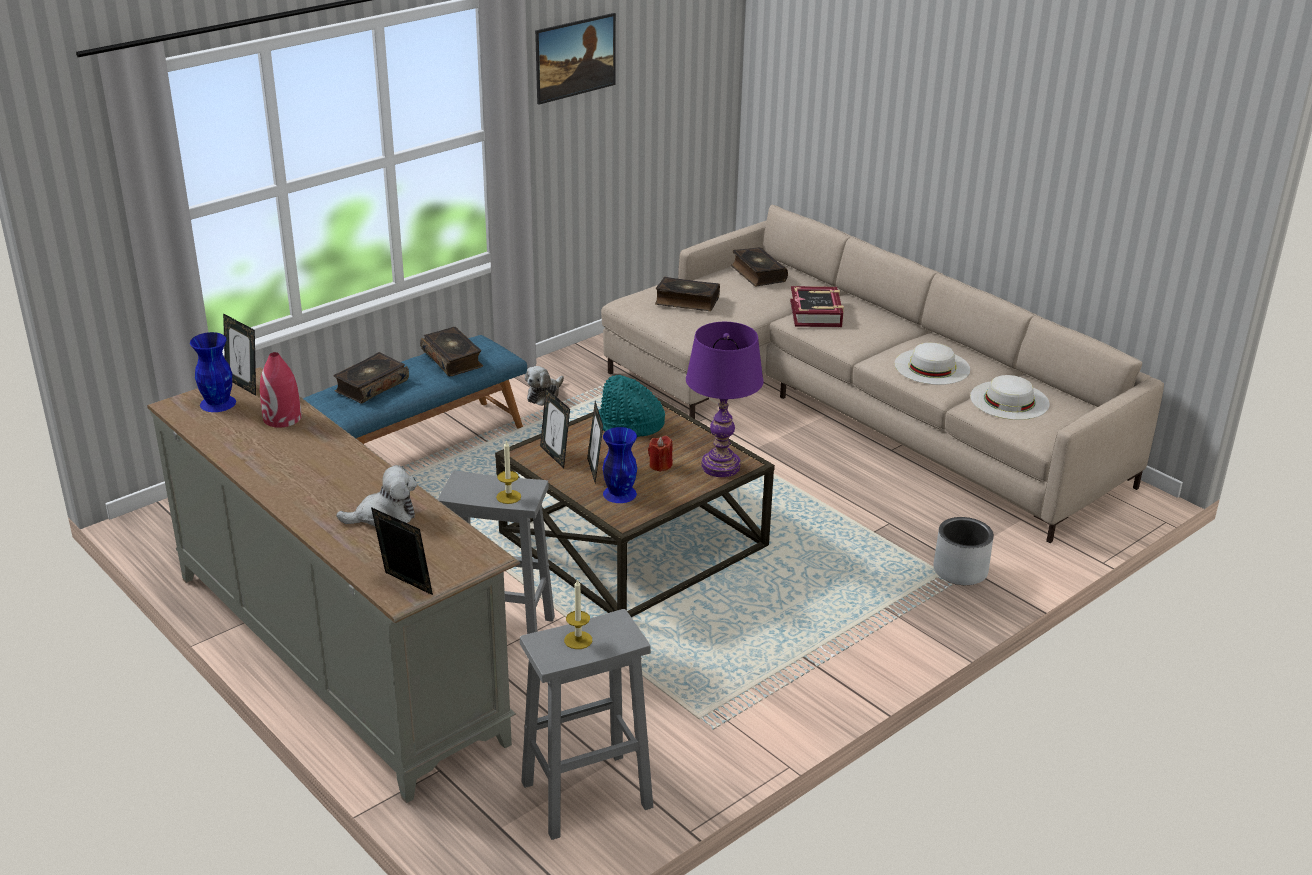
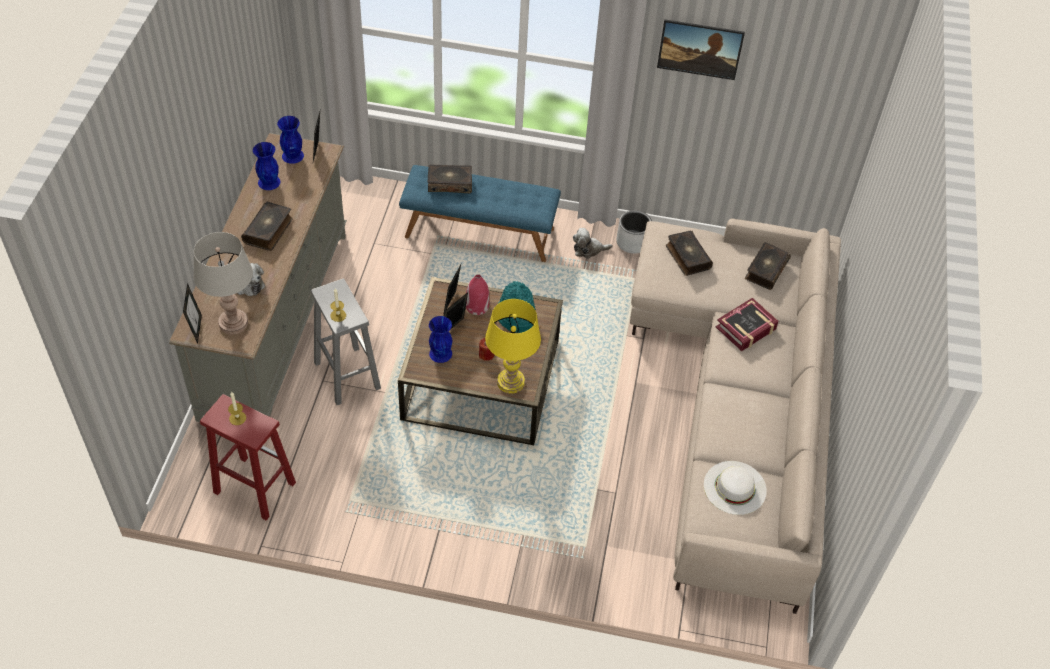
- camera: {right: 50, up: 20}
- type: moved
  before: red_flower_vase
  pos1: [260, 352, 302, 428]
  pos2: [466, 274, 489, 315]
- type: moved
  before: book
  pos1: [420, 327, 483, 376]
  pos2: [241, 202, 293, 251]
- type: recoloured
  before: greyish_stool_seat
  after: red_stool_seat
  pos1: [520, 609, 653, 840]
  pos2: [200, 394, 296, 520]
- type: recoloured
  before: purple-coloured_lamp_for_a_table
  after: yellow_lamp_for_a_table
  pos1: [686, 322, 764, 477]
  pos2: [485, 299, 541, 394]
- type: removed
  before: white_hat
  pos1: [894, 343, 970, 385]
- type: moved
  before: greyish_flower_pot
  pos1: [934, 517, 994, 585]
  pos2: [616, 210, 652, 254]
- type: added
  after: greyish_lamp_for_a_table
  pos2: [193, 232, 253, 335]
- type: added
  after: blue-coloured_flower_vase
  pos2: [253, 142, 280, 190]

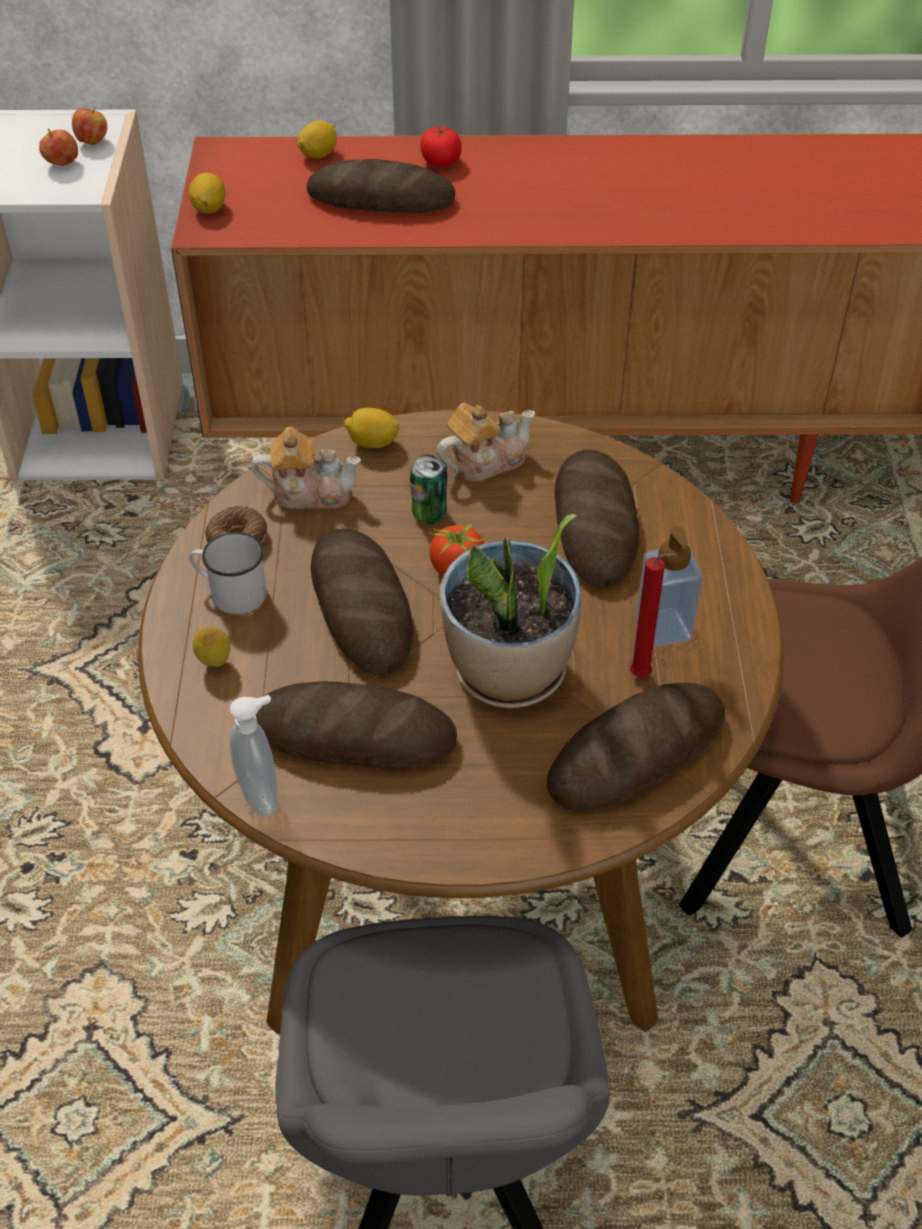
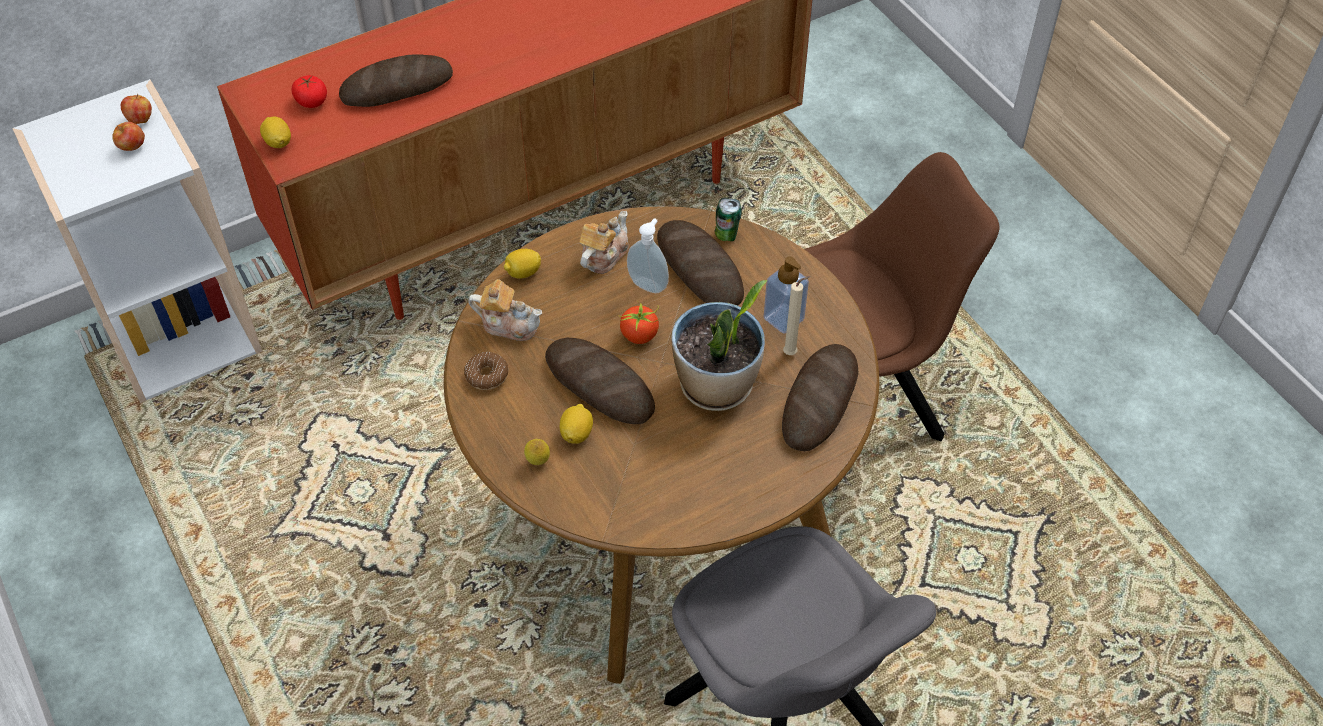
- camera: {right: -30, up: 5}
- type: removed
  before: white_tea_mug
  pos1: [190, 532, 267, 614]
- type: moved
  before: soap_dispenser
  pos1: [229, 695, 278, 816]
  pos2: [627, 218, 669, 293]
- type: turned
  before: tea_pot
  pos1: [251, 427, 361, 509]
  pos2: [468, 279, 542, 341]
  turn: 45
- type: removed
  before: bakery_bread
  pos1: [256, 681, 457, 769]
- type: moved
  before: whole_lemon
  pos1: [298, 120, 337, 158]
  pos2: [560, 404, 593, 444]
- type: moved
  before: sealed_can
  pos1: [410, 454, 447, 524]
  pos2: [715, 198, 742, 241]
- type: moved
  before: fresh_tomato
  pos1: [420, 127, 462, 167]
  pos2: [291, 75, 327, 108]
- type: recoloured
  before: red_candle
  after: sand-coloured_candle
  pos1: [630, 553, 677, 677]
  pos2: [783, 276, 811, 355]

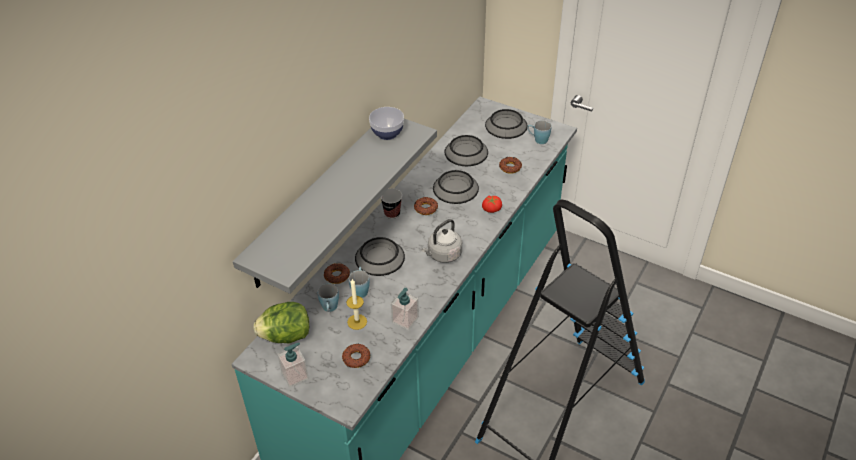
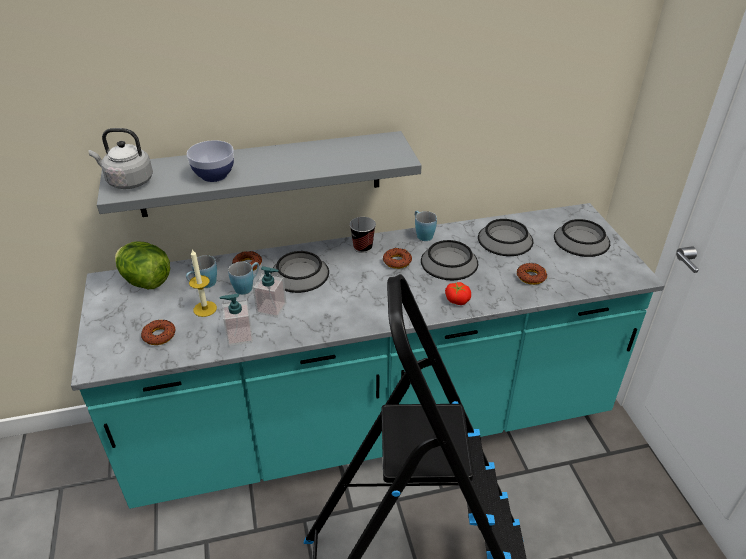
- camera: {right: 45, up: -5}
- type: moved
  before: soap_dispenser
  pos1: [277, 343, 309, 387]
  pos2: [253, 266, 286, 318]
- type: moved
  before: bowl
  pos1: [369, 107, 404, 140]
  pos2: [187, 140, 234, 182]
- type: moved
  before: greyish_kettle
  pos1: [422, 219, 462, 263]
  pos2: [89, 128, 153, 189]
- type: moved
  before: blue-coloured_tea_mug
  pos1: [527, 121, 551, 144]
  pos2: [415, 211, 437, 241]

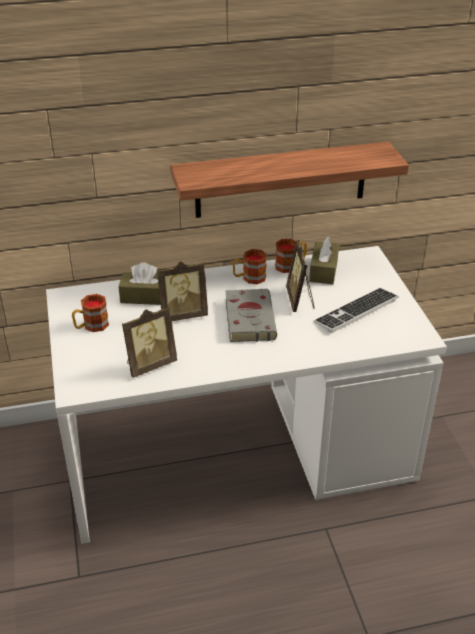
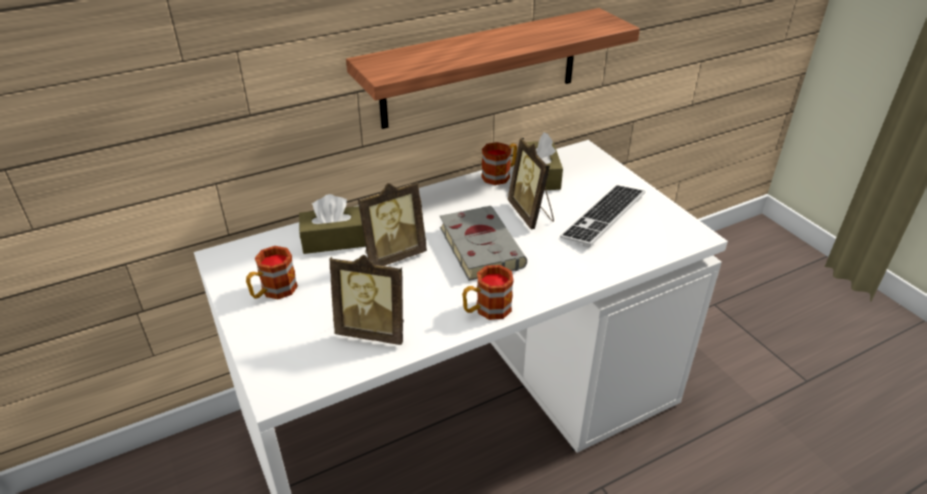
- camera: {right: -15, up: 0}
- type: turned
  before: picture_frame
  pos1: [122, 306, 177, 378]
  pos2: [329, 255, 404, 345]
  turn: 60
- type: moved
  before: tea_mug
  pos1: [232, 249, 267, 284]
  pos2: [462, 265, 514, 320]

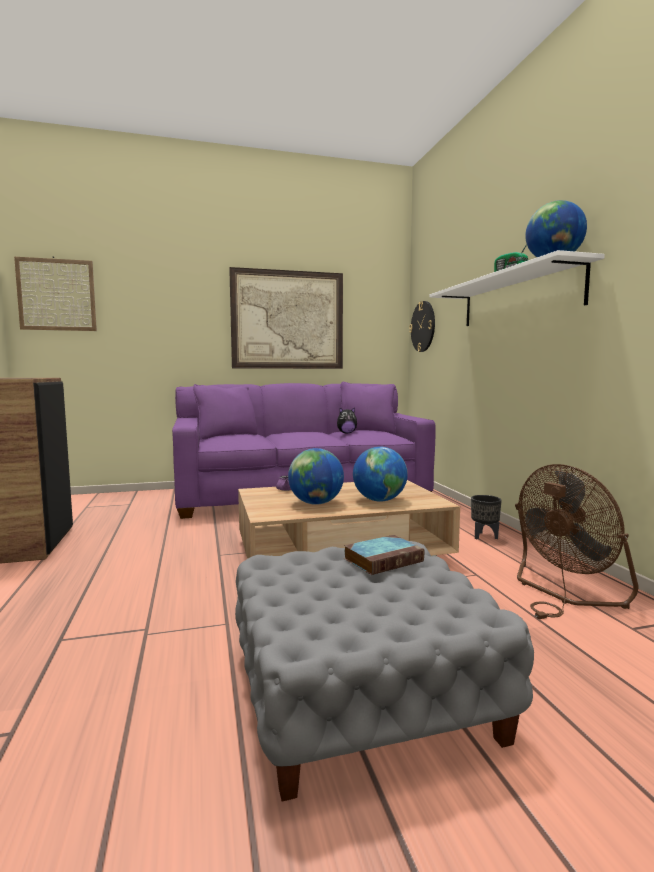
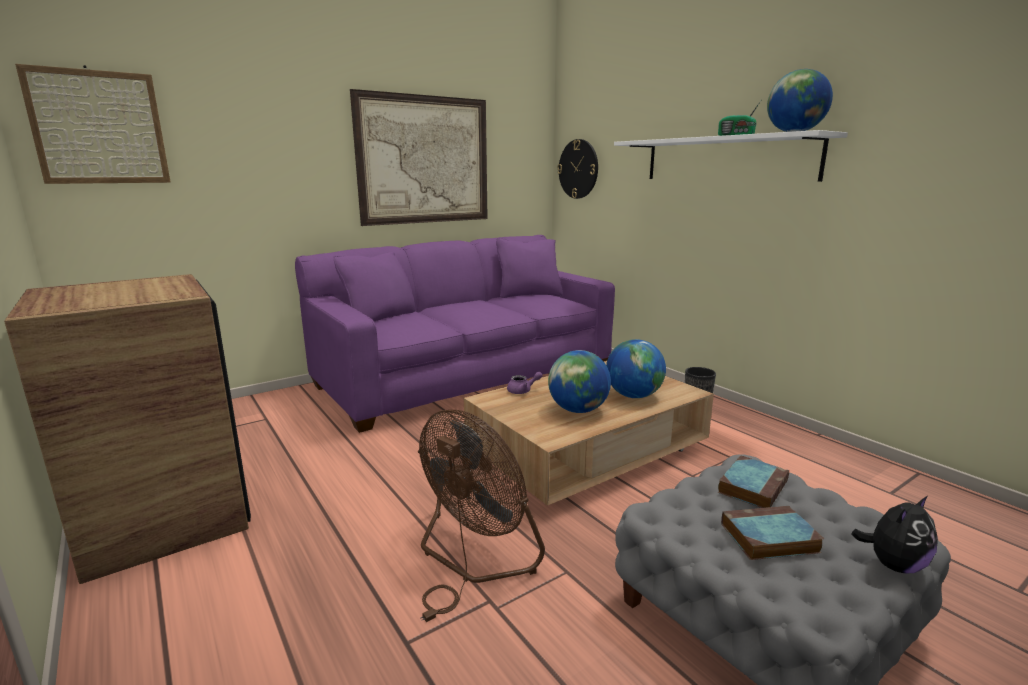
- camera: {right: -20, up: 10}
- type: moved
  before: plush_toy
  pos1: [337, 407, 357, 433]
  pos2: [852, 496, 938, 573]
- type: moved
  before: brownish_fan
  pos1: [515, 464, 639, 619]
  pos2: [418, 410, 545, 622]
- type: added
  after: book
  pos2: [721, 506, 824, 560]

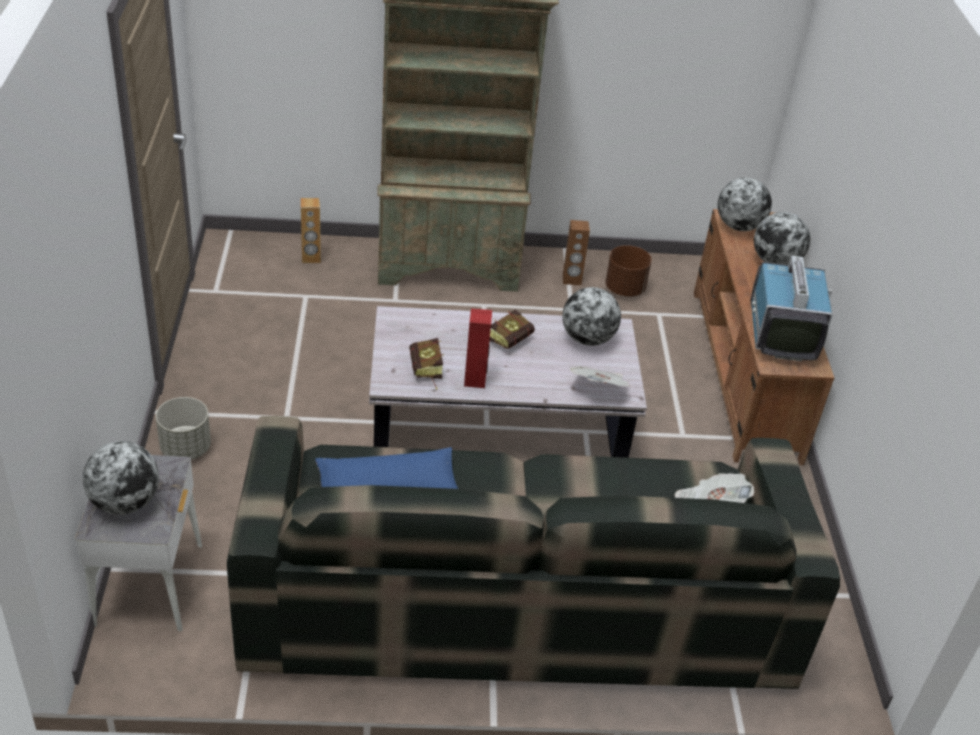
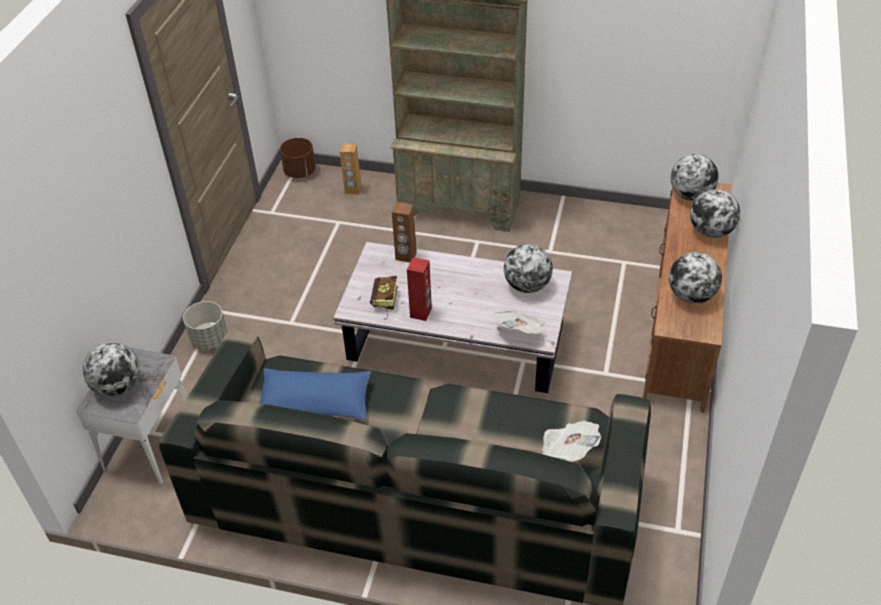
- camera: {right: 20, up: 5}
- type: removed
  before: book
  pos1: [490, 309, 535, 349]
- type: moved
  before: brownish_loudspeaker
  pos1: [563, 220, 590, 285]
  pos2: [392, 202, 417, 262]
- type: moved
  before: brownish_flower_pot
  pos1: [605, 245, 652, 297]
  pos2: [280, 138, 316, 178]
- type: replaced
  before: television
  after: globe
  pos1: [750, 256, 832, 362]
  pos2: [669, 252, 722, 304]

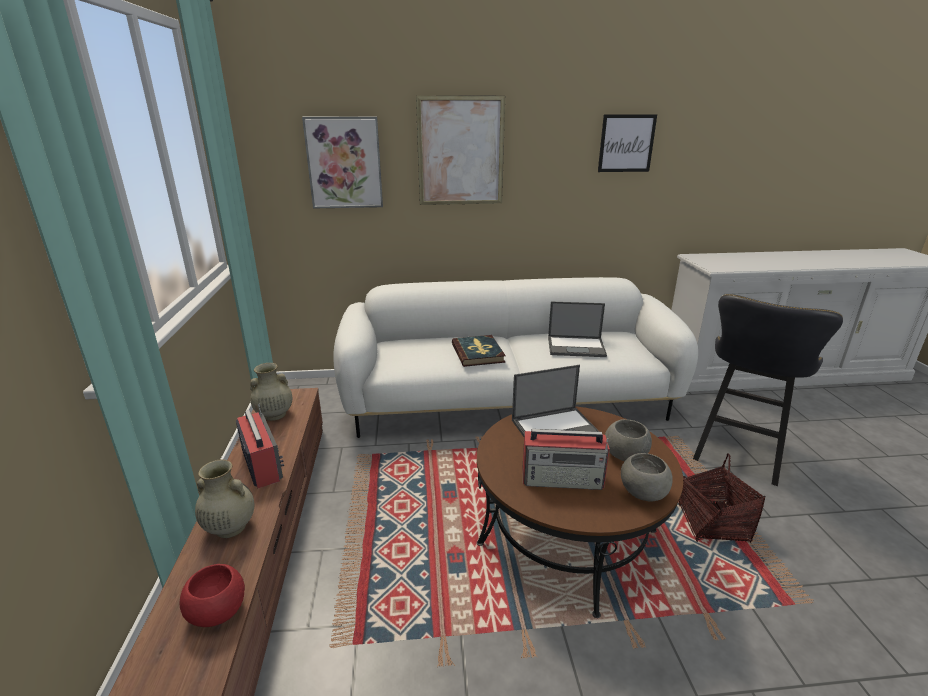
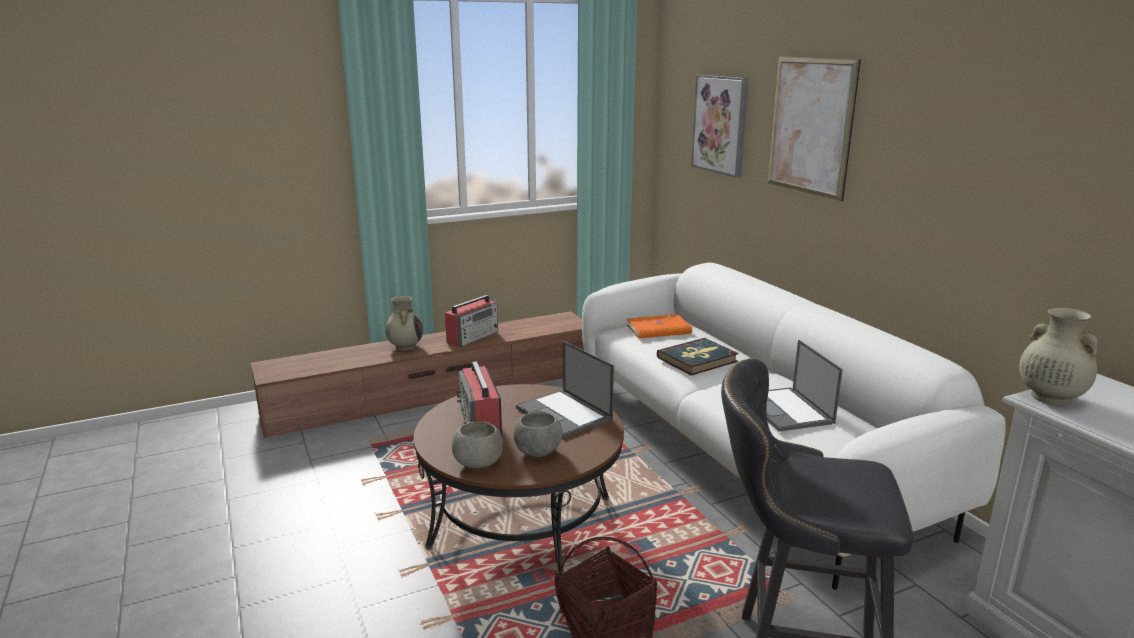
- camera: {right: 70, up: -5}
- type: removed
  before: red_bowl
  pos1: [180, 564, 245, 627]
- type: moved
  before: sand-coloured_flower_vase
  pos1: [250, 363, 292, 421]
  pos2: [1019, 308, 1097, 406]
- type: removed
  before: wall_picture
  pos1: [598, 114, 657, 172]
- type: added
  after: orange_book
  pos2: [627, 314, 692, 338]

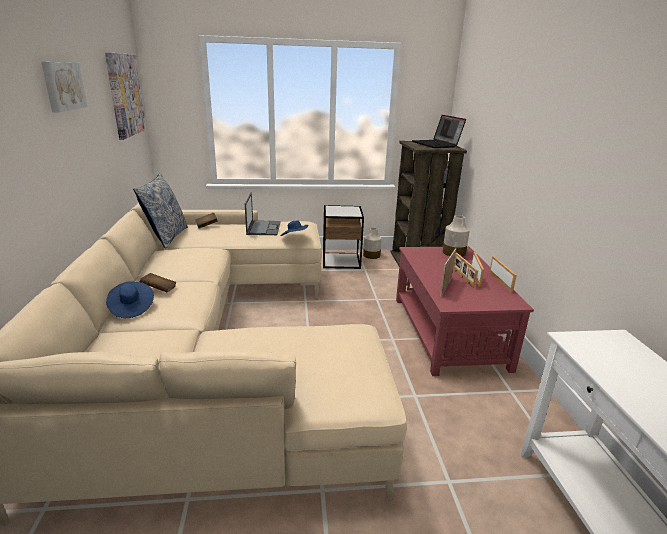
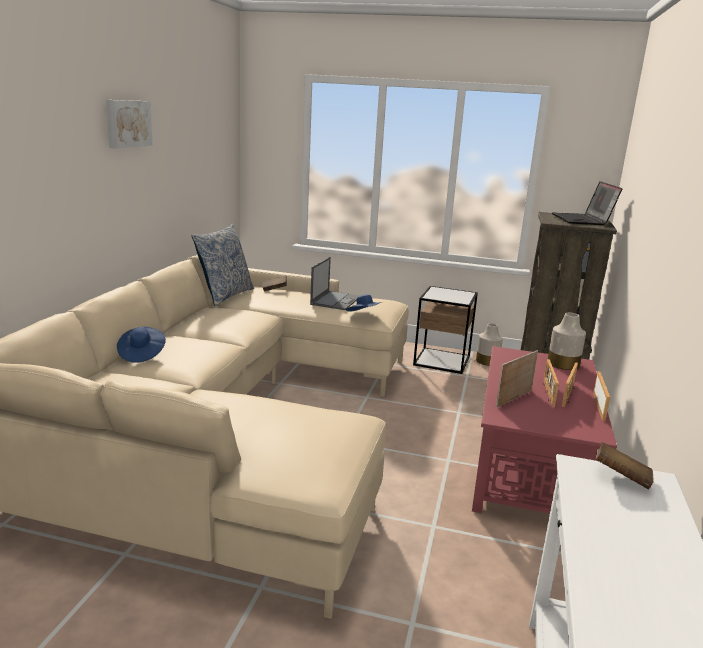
- camera: {right: 20, up: -5}
- type: removed
  before: wall_picture
  pos1: [105, 52, 146, 140]
- type: moved
  before: brownish_book
  pos1: [140, 273, 177, 292]
  pos2: [596, 442, 654, 489]

